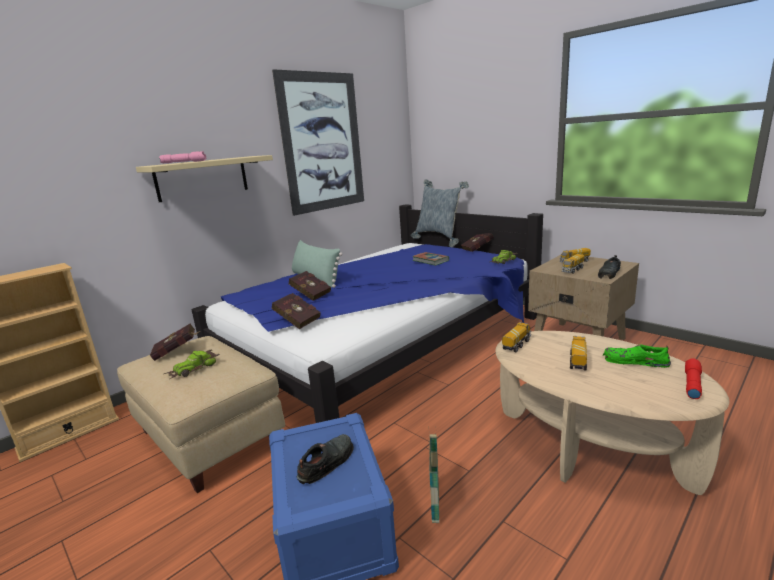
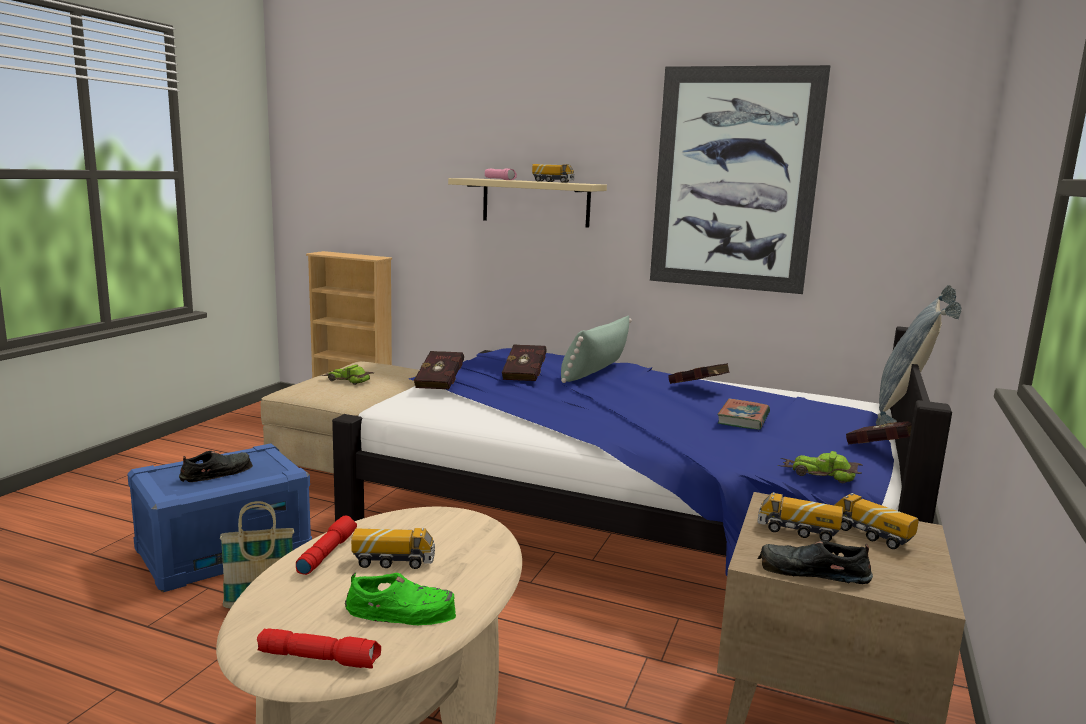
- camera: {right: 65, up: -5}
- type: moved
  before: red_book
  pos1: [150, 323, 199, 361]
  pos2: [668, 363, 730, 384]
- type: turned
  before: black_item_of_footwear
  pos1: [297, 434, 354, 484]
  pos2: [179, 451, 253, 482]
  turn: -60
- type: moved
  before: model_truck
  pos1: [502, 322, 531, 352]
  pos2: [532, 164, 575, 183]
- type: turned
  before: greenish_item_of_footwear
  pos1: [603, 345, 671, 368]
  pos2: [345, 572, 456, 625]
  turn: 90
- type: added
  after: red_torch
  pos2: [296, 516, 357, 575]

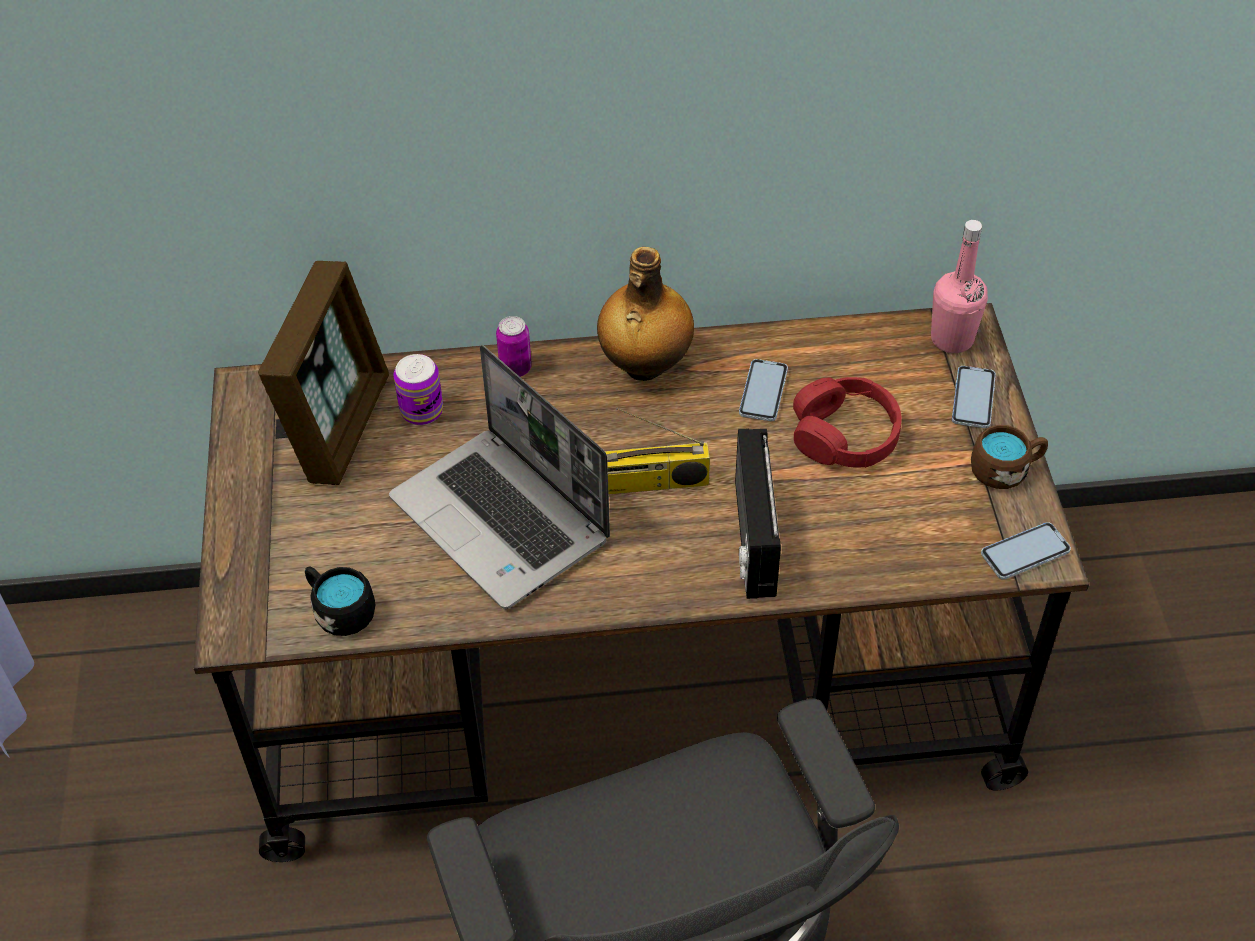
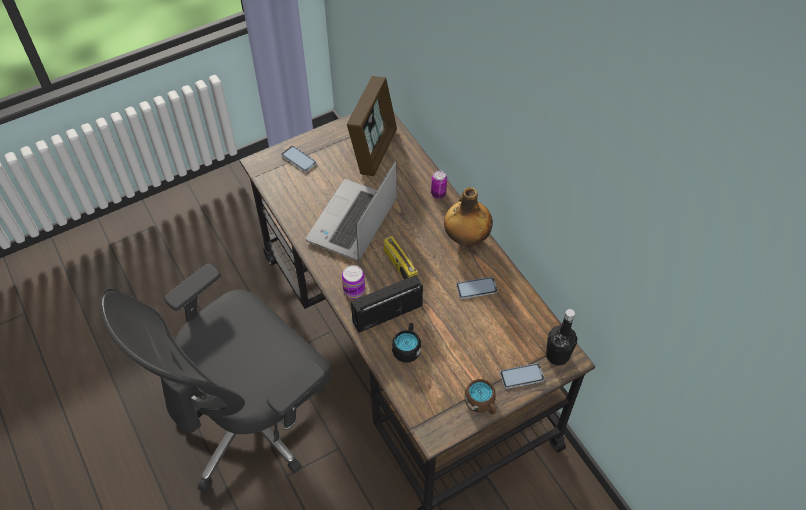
- camera: {right: 65, up: 5}
- type: turned
  before: picture_frame
  pos1: [258, 261, 389, 485]
  pos2: [347, 76, 397, 176]
  turn: -60
- type: moved
  before: black_tea_mug
  pos1: [305, 566, 375, 636]
  pos2: [392, 323, 421, 363]
- type: moved
  before: sealed_can
  pos1: [394, 354, 443, 425]
  pos2: [342, 265, 365, 299]
- type: removed
  before: red_headphones
  pos1: [793, 377, 901, 468]
- type: recoloured
  before: pinkish_drink_bottle
  after: black_drink_bottle
  pos1: [931, 220, 988, 353]
  pos2: [546, 309, 577, 365]
- type: moved
  before: handset
  pos1: [981, 522, 1071, 579]
  pos2: [281, 146, 316, 172]

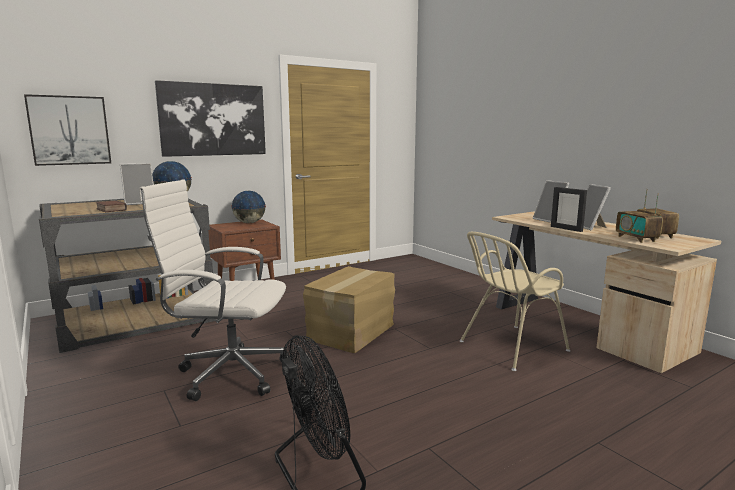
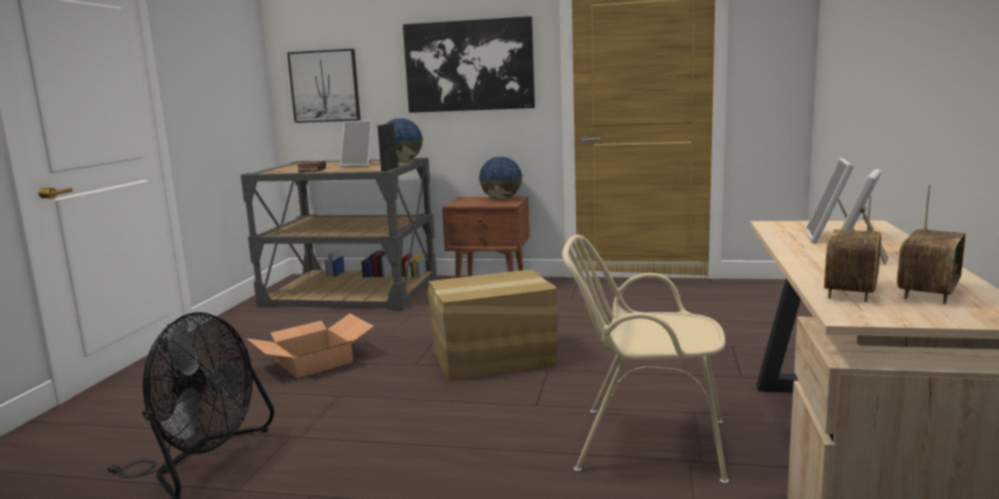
- camera: {right: 45, up: 0}
- type: replaced
  before: white_computer_chair
  after: packing_box
  pos1: [139, 179, 290, 401]
  pos2: [246, 313, 374, 378]
- type: moved
  before: picture_frame
  pos1: [551, 187, 587, 232]
  pos2: [377, 123, 399, 171]

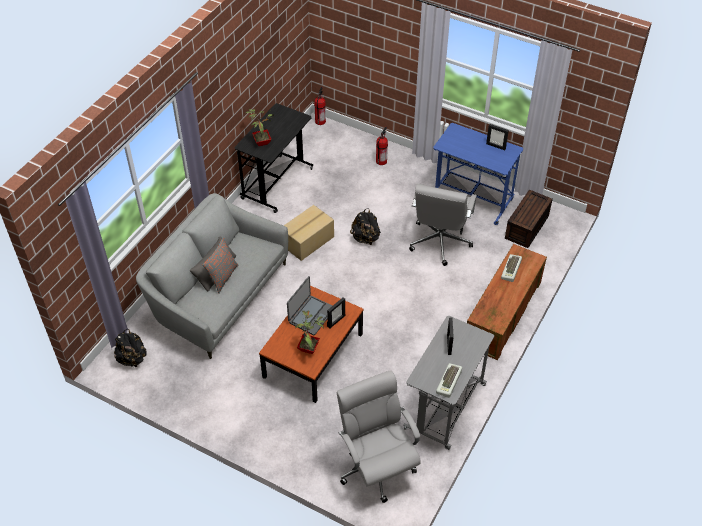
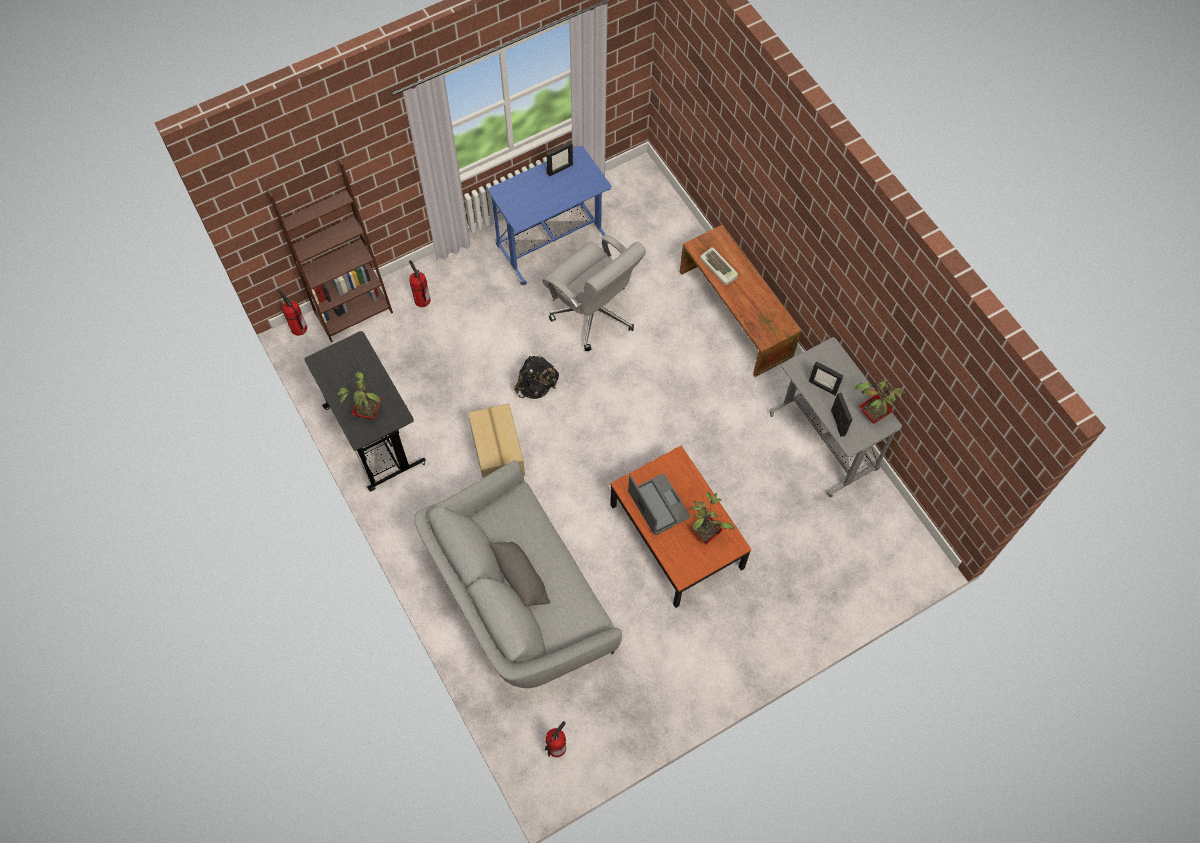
- camera: {right: -60, up: 15}
- type: replaced
  before: black_rucksack
  after: fire_extinguisher
  pos1: [114, 329, 146, 368]
  pos2: [545, 721, 566, 757]
- type: removed
  before: greyish_throw_pillow
  pos1: [203, 237, 238, 294]
- type: moved
  before: picture_frame
  pos1: [327, 297, 345, 328]
  pos2: [831, 393, 852, 437]
- type: removed
  before: greyish_computer_chair
  pos1: [337, 370, 421, 503]
- type: replaced
  before: PC_keyboard
  after: plant_in_a_pot
  pos1: [436, 363, 462, 398]
  pos2: [854, 375, 906, 424]
- type: removed
  before: brownish_storage_container
  pos1: [505, 190, 553, 248]
- type: added
  after: brownish_bookcase
  pos2: [268, 159, 393, 342]

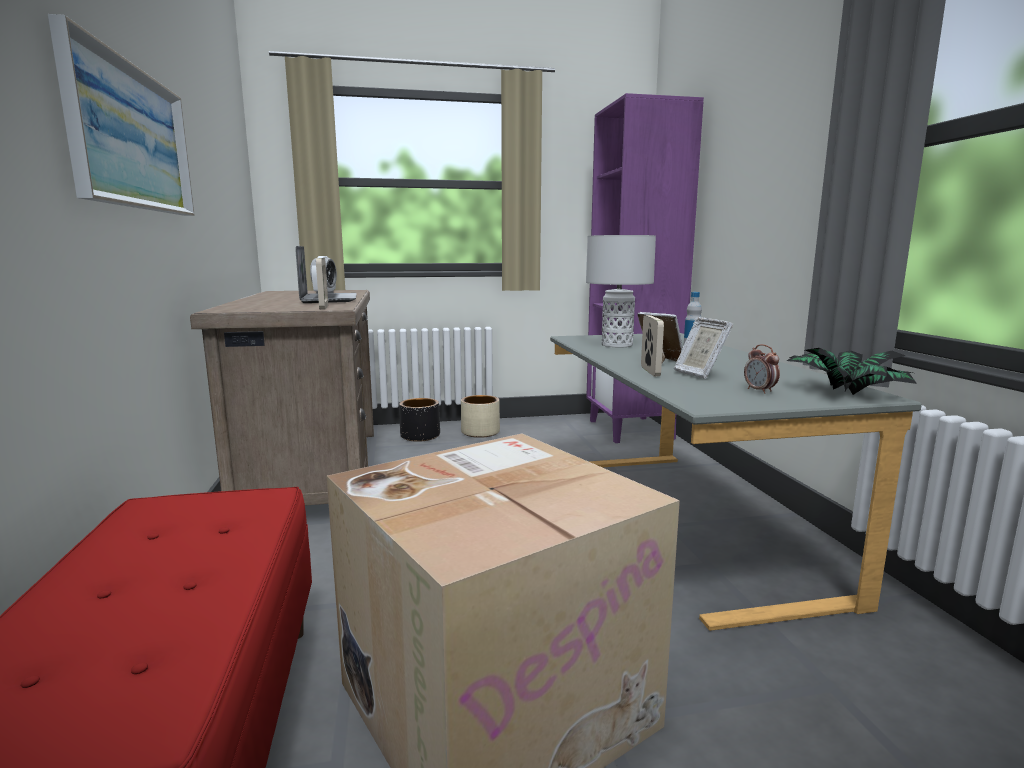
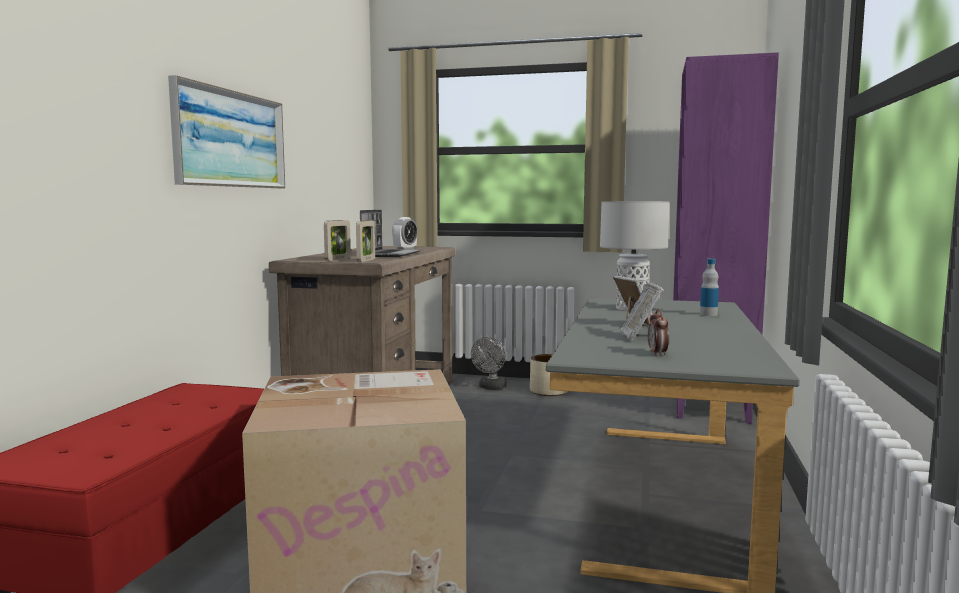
- camera: {right: 25, up: -5}
- type: replaced
  before: black_flower_pot
  after: greyish_fan
  pos1: [399, 398, 440, 442]
  pos2: [471, 337, 507, 390]
- type: moved
  before: picture_frame
  pos1: [641, 315, 664, 376]
  pos2: [324, 220, 351, 261]
- type: removed
  before: plant_in_a_pot
  pos1: [787, 348, 917, 395]

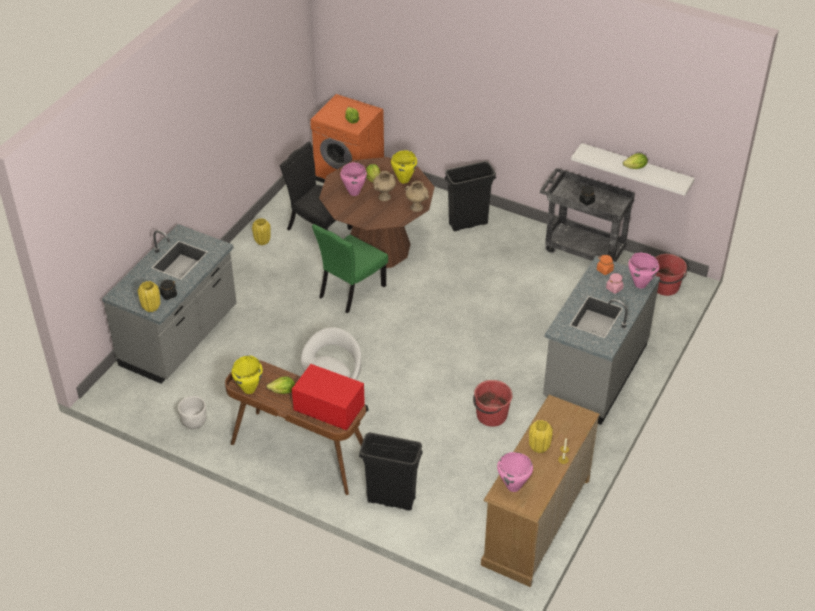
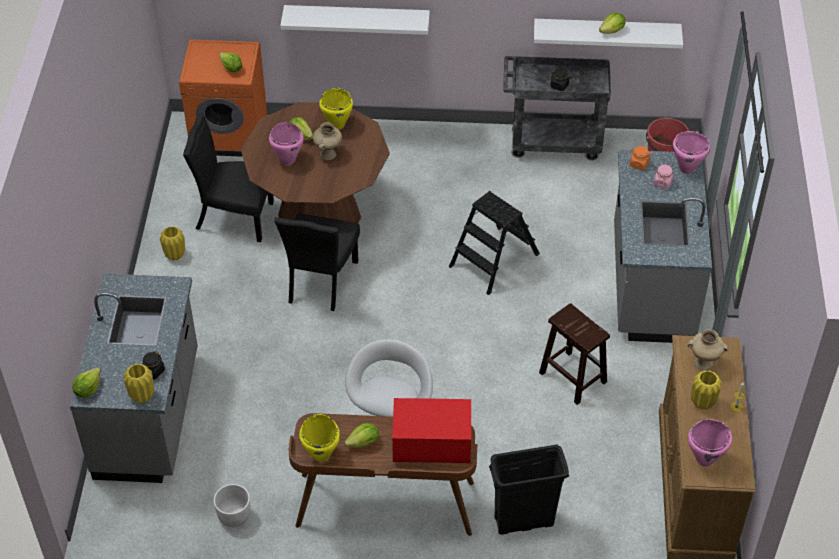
- camera: {right: -25, up: 5}
- type: recoloured
  before: greenish_chair
  after: black_chair
  pos1: [312, 224, 388, 313]
  pos2: [274, 213, 360, 311]
- type: moved
  before: sand-coloured_flower_vase
  pos1: [404, 181, 429, 212]
  pos2: [688, 329, 728, 371]
- type: removed
  before: black_rubbish_bin
  pos1: [444, 161, 496, 231]
- type: replaced
  before: red_water_bucket
  after: brownish_stool_seat
  pos1: [473, 380, 513, 427]
  pos2: [539, 303, 610, 405]
- type: added
  after: head_of_lettuce
  pos2: [72, 368, 101, 398]
- type: added
  after: white_bracket_shelf
  pos2: [280, 5, 430, 35]
- type: added
  after: black_step_stool
  pos2: [449, 191, 540, 295]

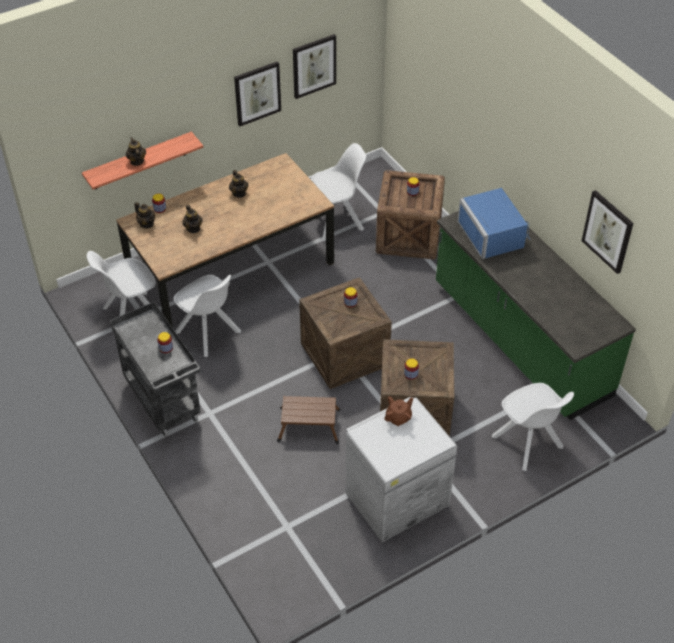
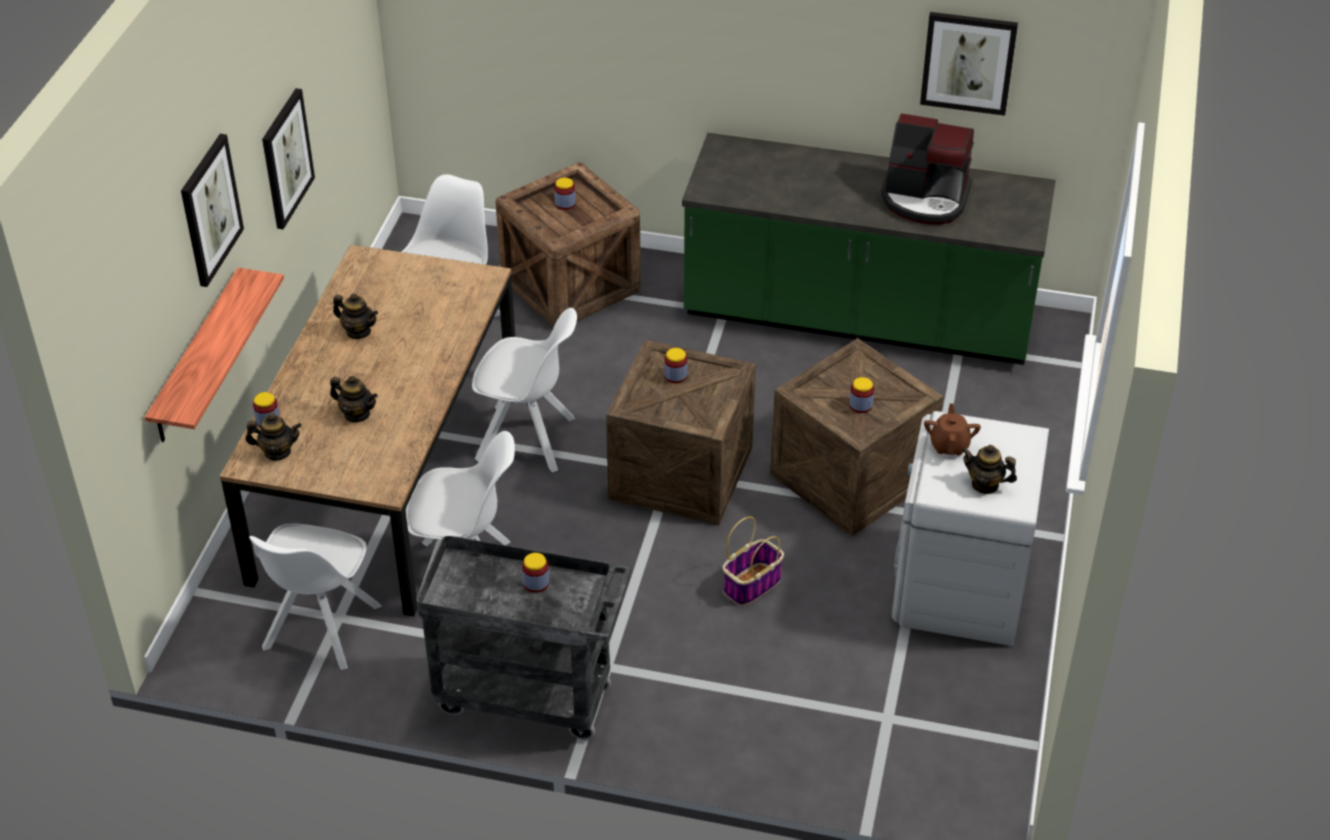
- camera: {right: -45, up: -5}
- type: moved
  before: tea_pot
  pos1: [126, 137, 146, 166]
  pos2: [961, 445, 1017, 494]
- type: replaced
  before: brownish_step_stool
  after: household_basket
  pos1: [277, 396, 341, 444]
  pos2: [723, 517, 784, 606]
- type: moved
  before: wall_picture
  pos1: [293, 34, 336, 99]
  pos2: [181, 134, 244, 287]
- type: removed
  before: blue-coloured_microwave_oven
  pos1: [457, 188, 530, 259]
- type: moved
  before: white_chair
  pos1: [492, 383, 574, 471]
  pos2: [472, 308, 577, 472]
- type: added
  after: coffee_brewer
  pos2: [881, 113, 974, 225]

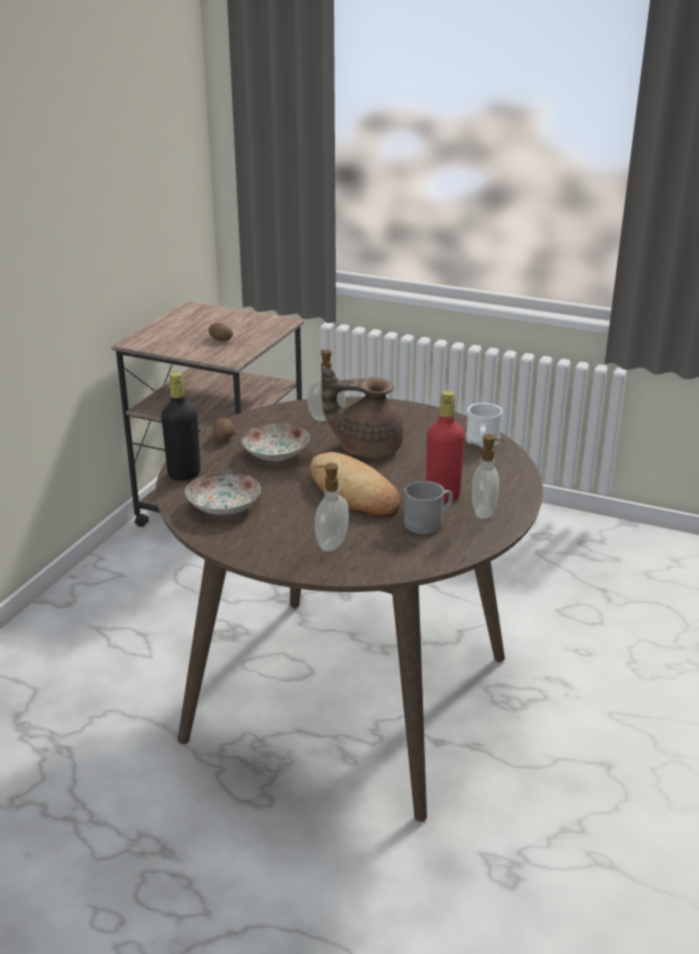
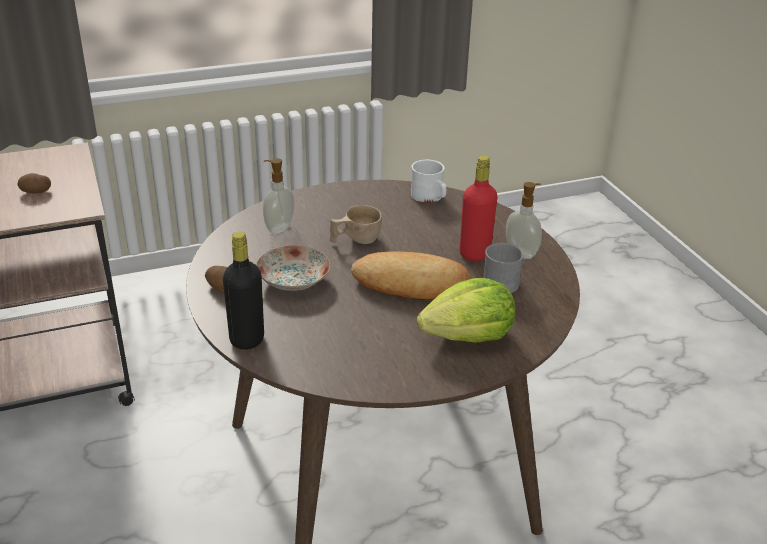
- camera: {right: -45, up: 5}
- type: removed
  before: plate
  pos1: [185, 472, 261, 515]
- type: replaced
  before: soap_dispenser
  after: head_of_lettuce
  pos1: [315, 463, 349, 551]
  pos2: [417, 278, 515, 343]
- type: replaced
  before: brownish_tea_pot
  after: sand-coloured_drinking_cup
  pos1: [322, 366, 403, 458]
  pos2: [330, 205, 382, 244]

